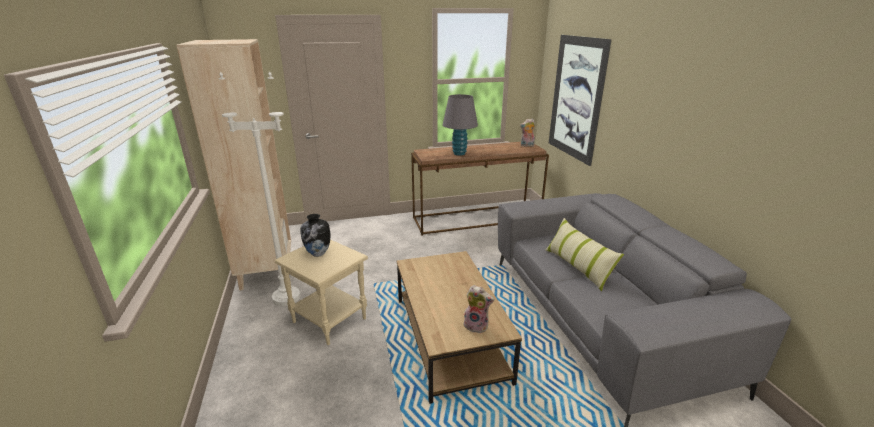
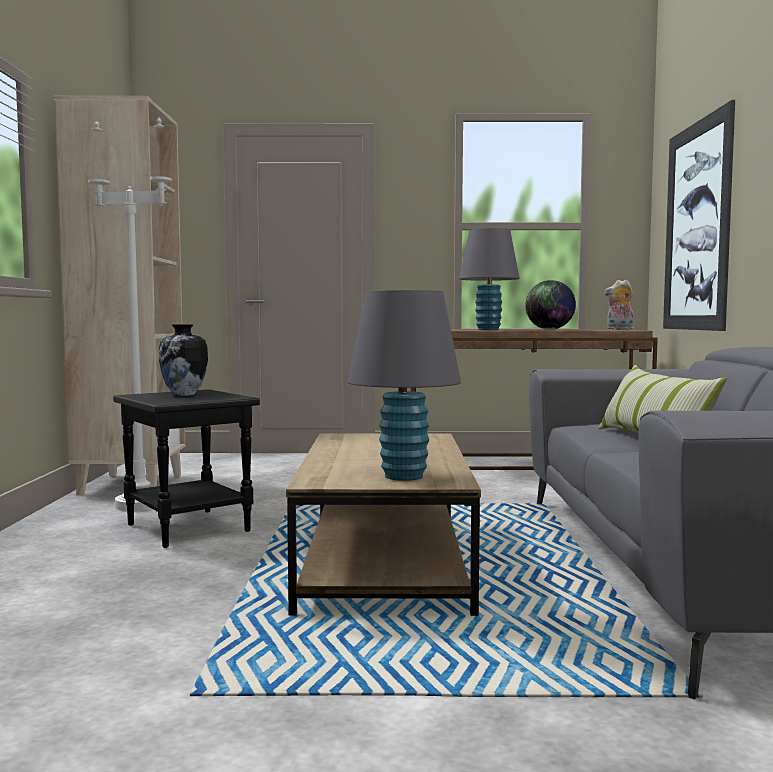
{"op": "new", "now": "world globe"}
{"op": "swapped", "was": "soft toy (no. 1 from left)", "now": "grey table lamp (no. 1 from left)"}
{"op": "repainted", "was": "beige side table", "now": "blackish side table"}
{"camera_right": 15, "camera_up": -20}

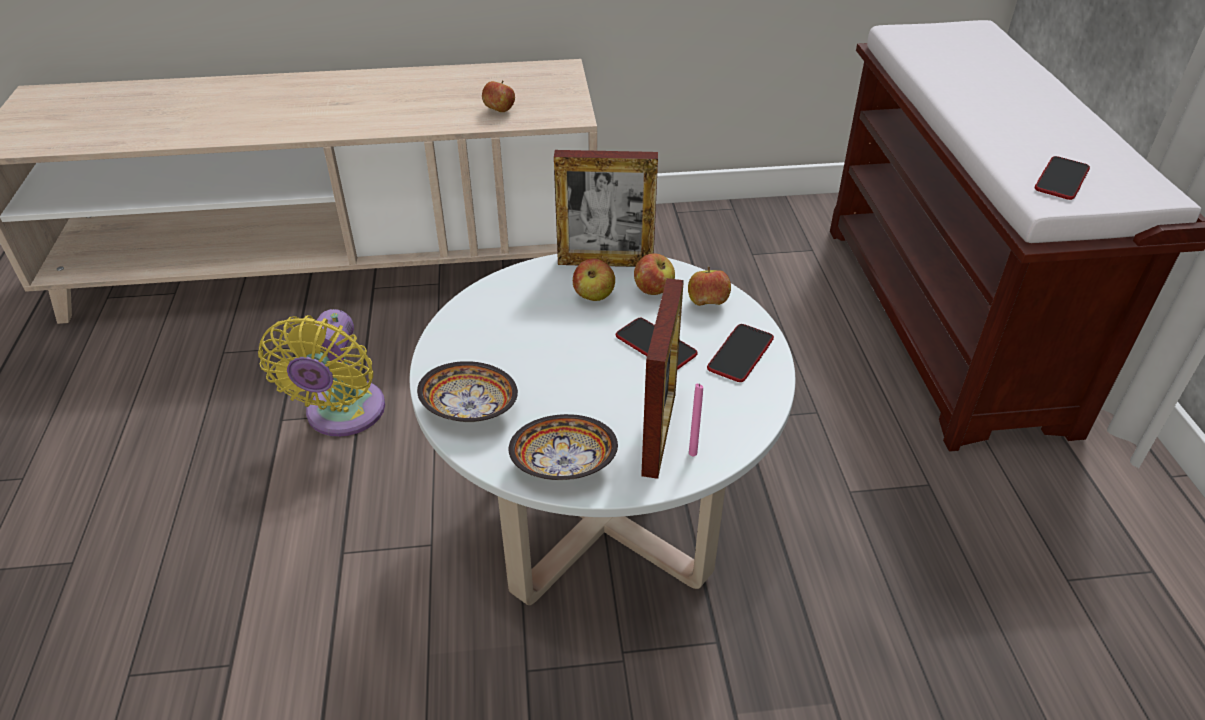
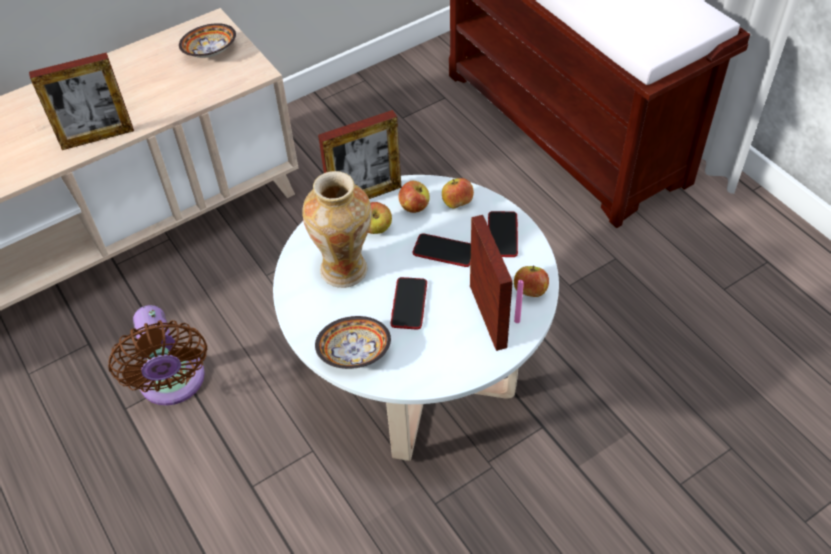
{"op": "new", "now": "picture frame (no. 1 from left)"}
{"op": "new", "now": "flower vase"}
{"op": "shifted", "was": "apple fruit (no. 1 from left in the first image)", "now": "apple fruit (no. 4 from left)"}
{"op": "shifted", "was": "serving bowl (no. 2 from left in the first image)", "now": "serving bowl (no. 1 from left)"}
{"op": "shifted", "was": "handset (no. 3 from left in the first image)", "now": "handset (no. 1 from left)"}
{"op": "repainted", "was": "yellow cooling fan", "now": "brown cooling fan"}
{"camera_right": -25, "camera_up": 10}

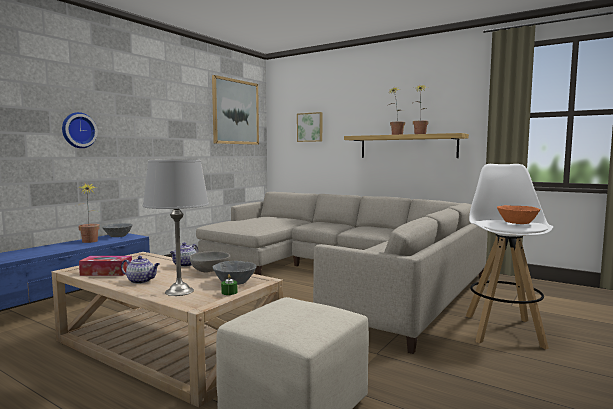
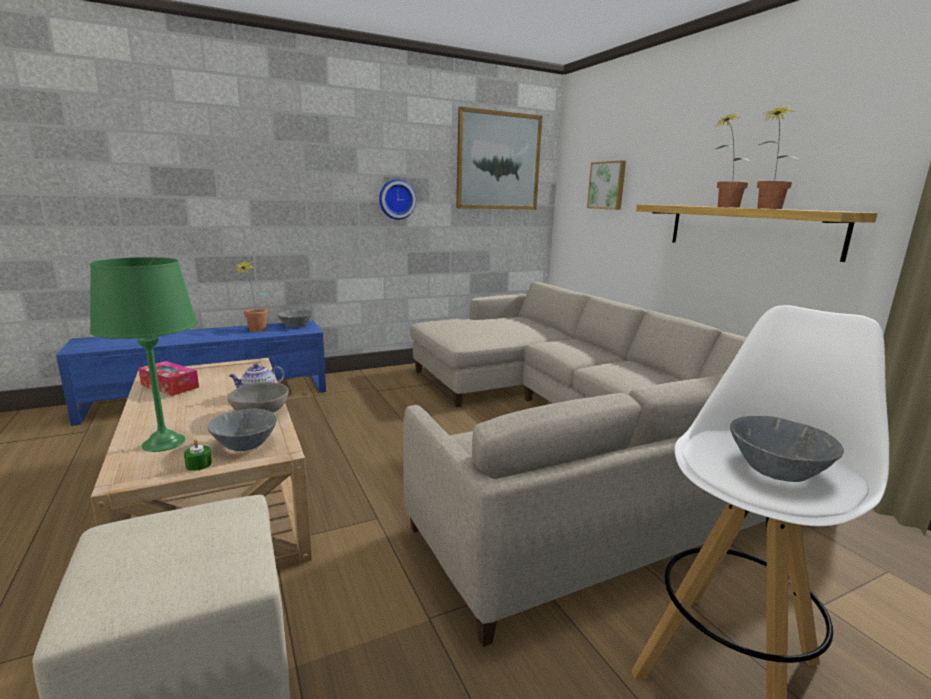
{"op": "gone", "was": "pot for tea (no. 1 from left)"}
{"op": "shifted", "was": "wall clock"}
{"op": "repainted", "was": "grey table lamp", "now": "green table lamp"}
{"op": "repainted", "was": "orange-coloured serving bowl", "now": "grey serving bowl (no. 4 from left)"}
{"camera_right": 30, "camera_up": 10}

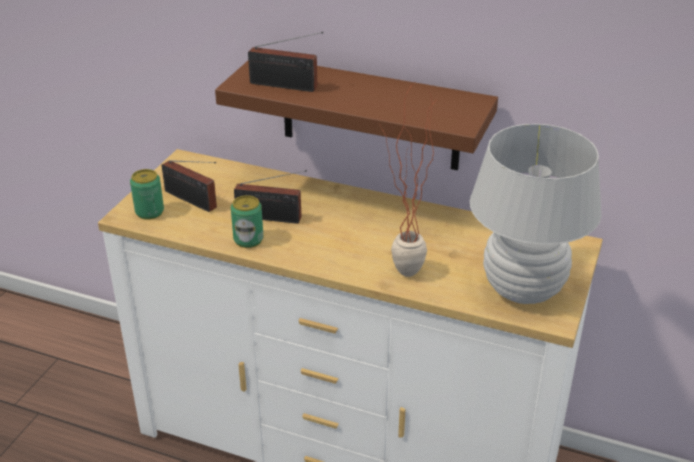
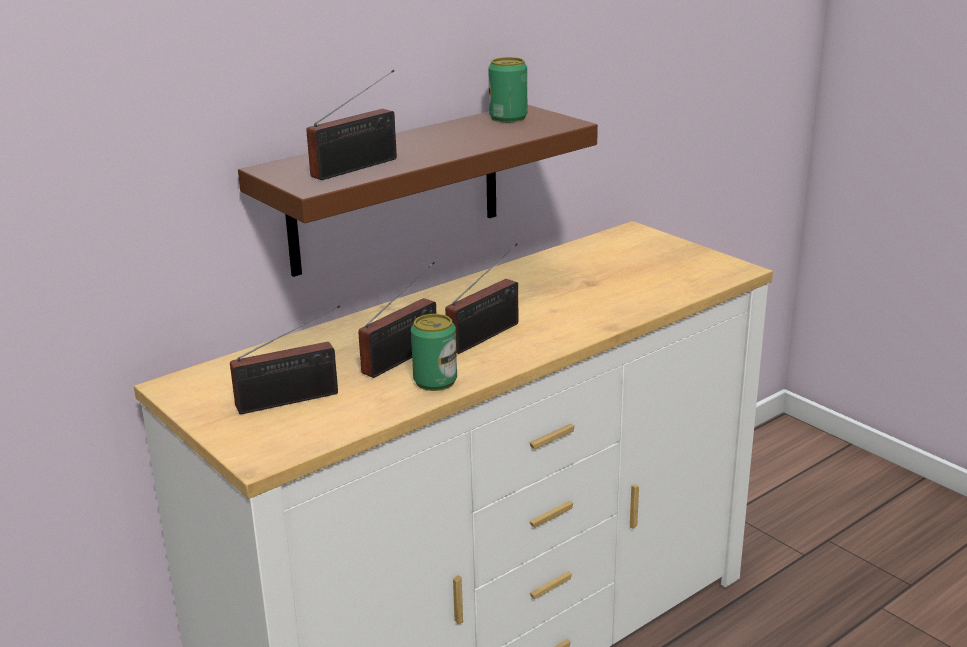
{"op": "gone", "was": "plant in a pot"}
{"op": "gone", "was": "white-coloured table lamp"}
{"op": "new", "now": "radio set (no. 4 from left)"}
{"op": "shifted", "was": "can (no. 1 from left in the first image)", "now": "can (no. 2 from left)"}
{"camera_right": -60, "camera_up": -10}

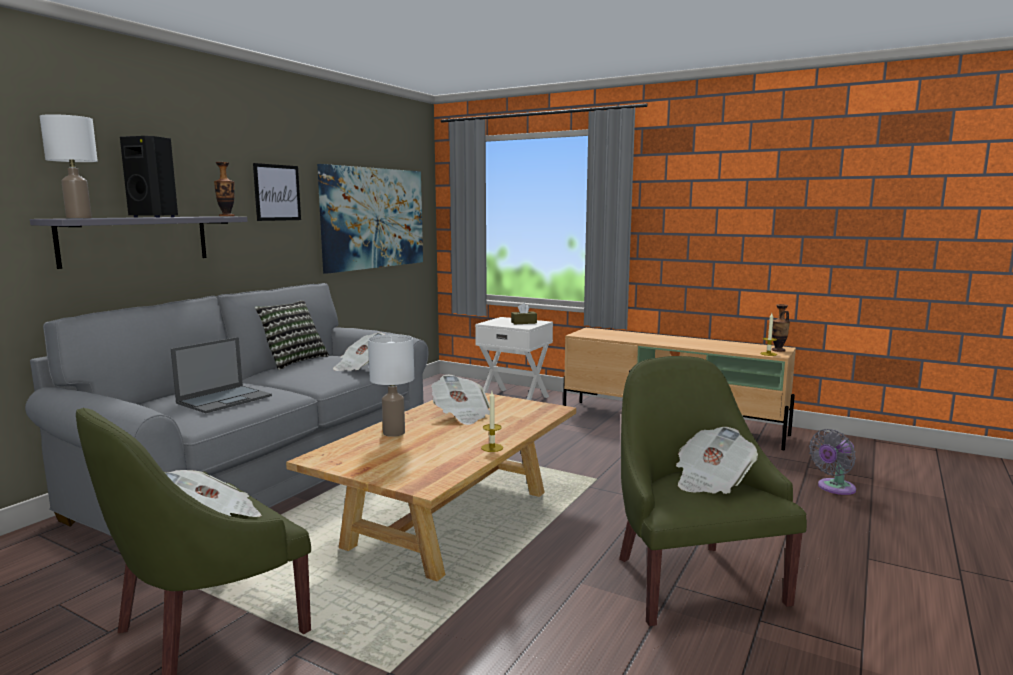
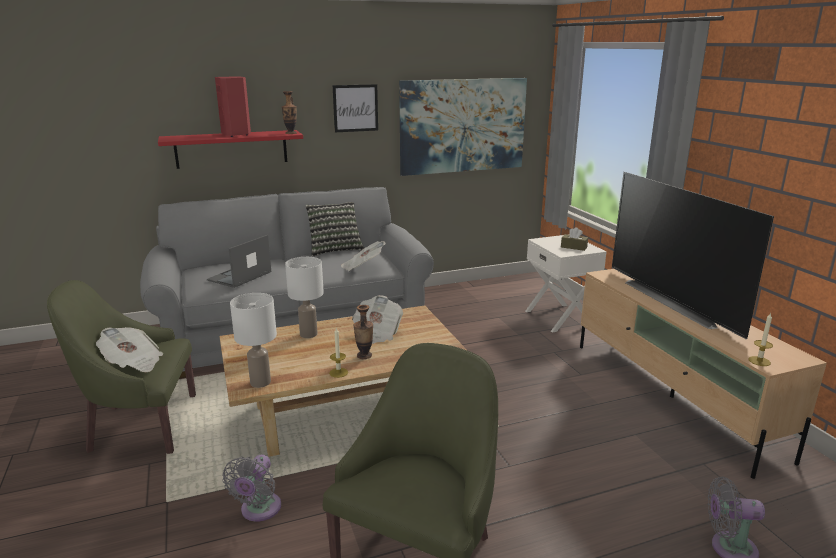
{"op": "gone", "was": "newspaper (no. 4 from left)"}
{"op": "new", "now": "grey cooling fan (no. 1 from left)"}
{"op": "new", "now": "TV set"}
{"op": "shifted", "was": "white-coloured table lamp (no. 1 from left)"}
{"op": "shifted", "was": "flower vase (no. 2 from left)"}
{"op": "repainted", "was": "grey bracket shelf", "now": "red-coloured bracket shelf"}
{"op": "repainted", "was": "blackish speaker", "now": "red-coloured speaker"}
{"op": "rotated", "was": "portable computer", "clockwise": 135}
{"camera_right": 40, "camera_up": 10}

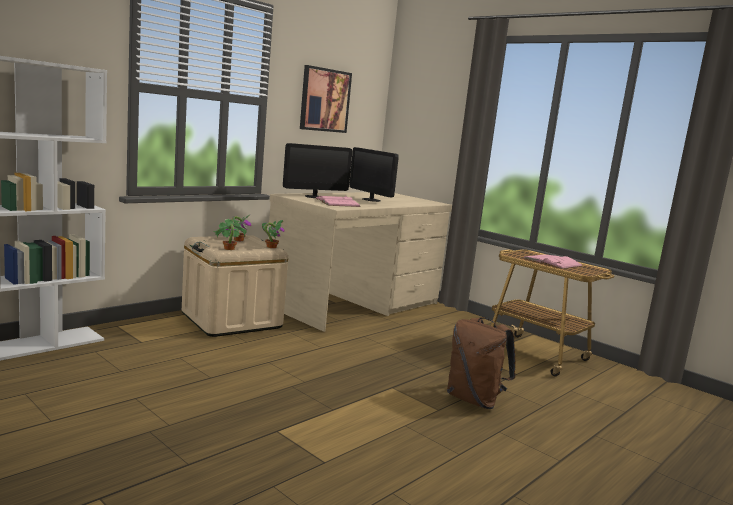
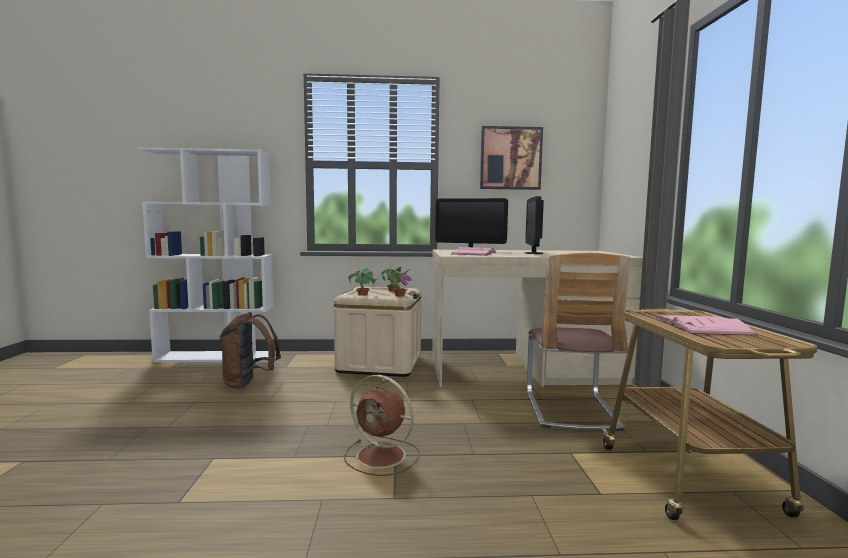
{"op": "new", "now": "brown cooling fan"}
{"op": "new", "now": "chair"}
{"op": "shifted", "was": "brown backpack"}
{"camera_right": 45, "camera_up": -5}

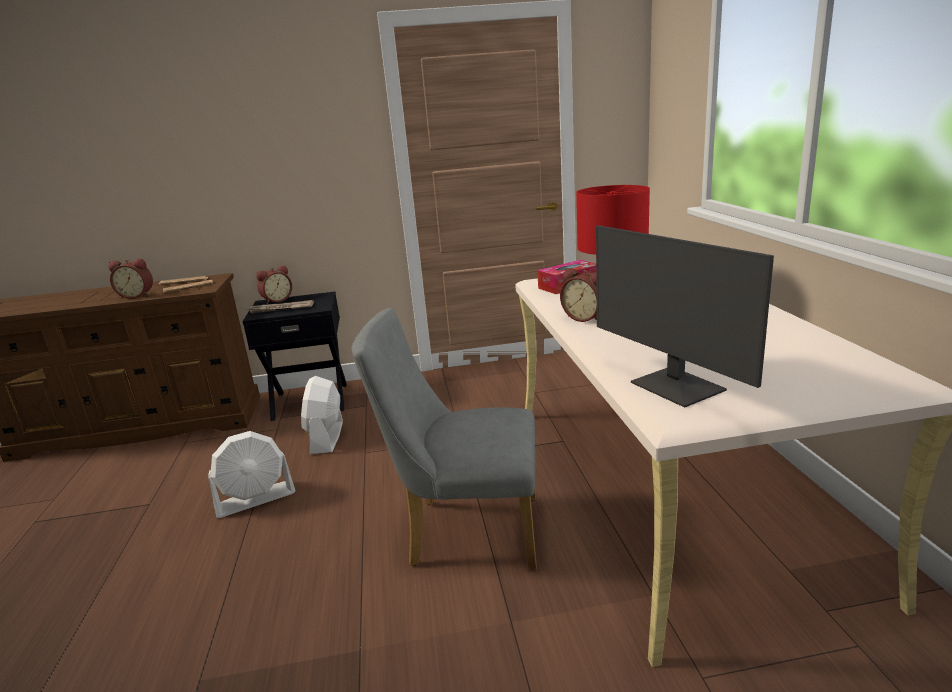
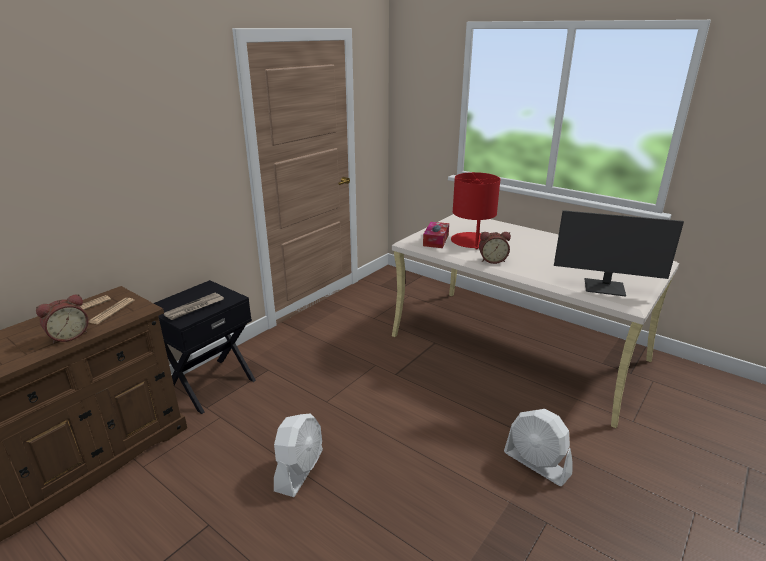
{"op": "gone", "was": "bedside clock (no. 2 from left)"}
{"op": "gone", "was": "grey chair"}
{"op": "shifted", "was": "white-coloured cooling fan (no. 2 from left)"}
{"camera_right": -45, "camera_up": 5}

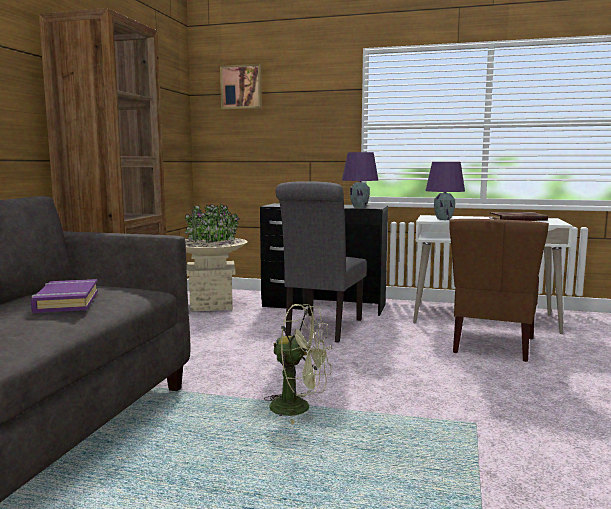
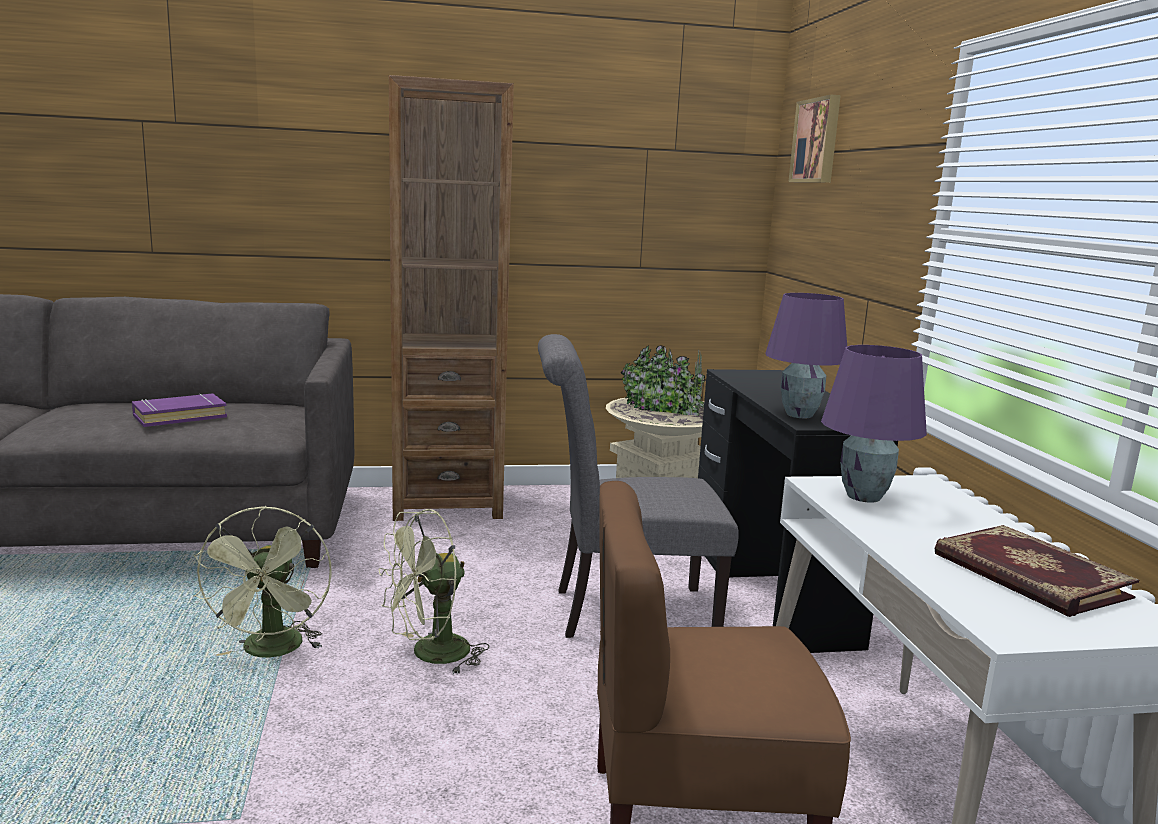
{"op": "new", "now": "green cooling fan (no. 2 from left)"}
{"camera_right": 65, "camera_up": 5}

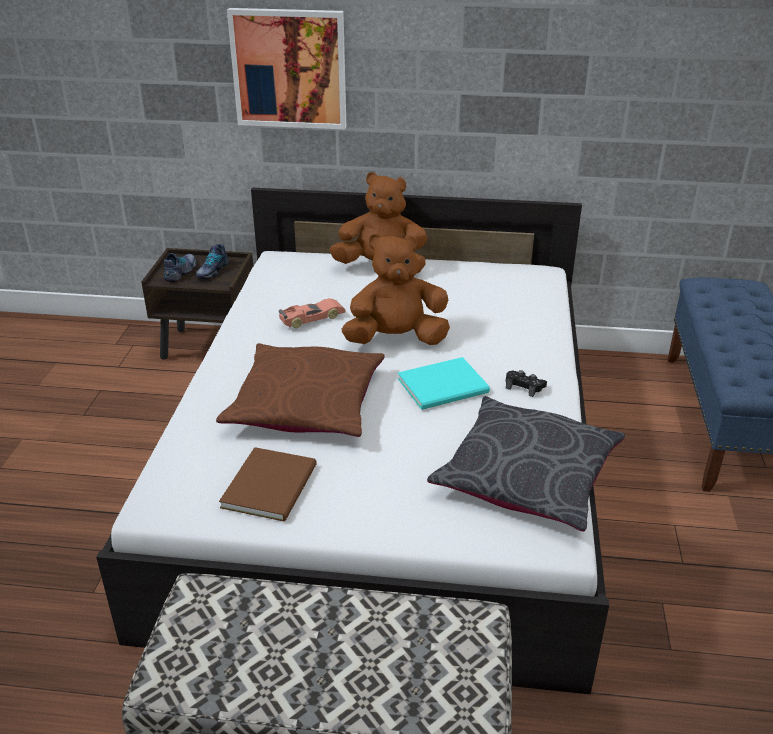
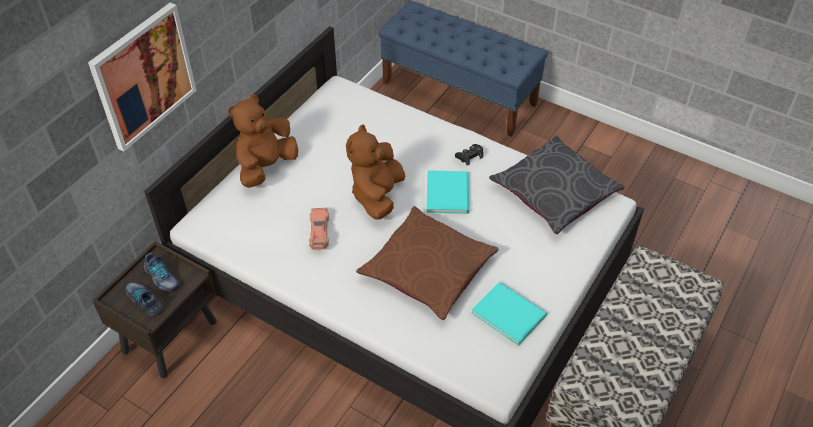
{"op": "repainted", "was": "brown volume", "now": "turquoise-coloured volume (no. 2 from left)"}
{"camera_right": -65, "camera_up": 15}

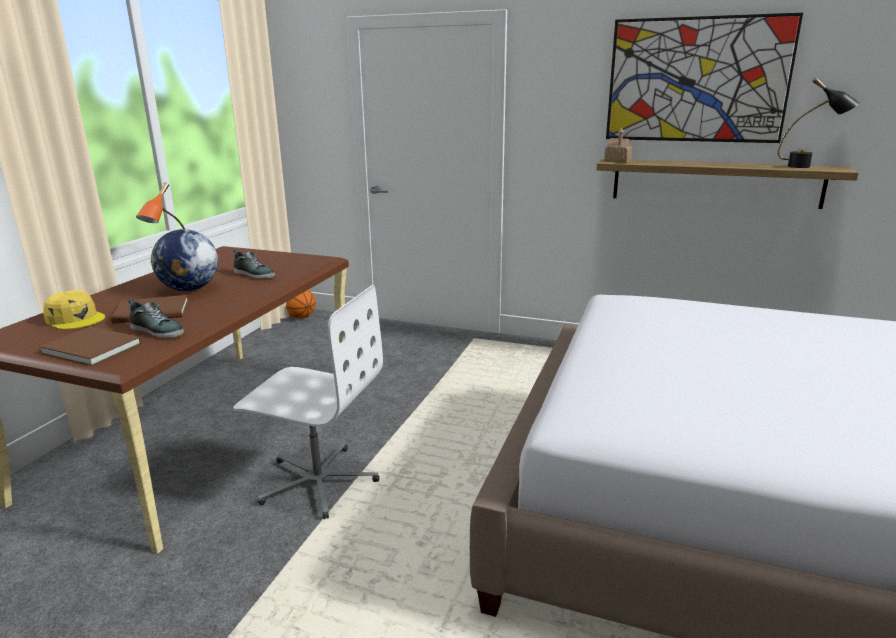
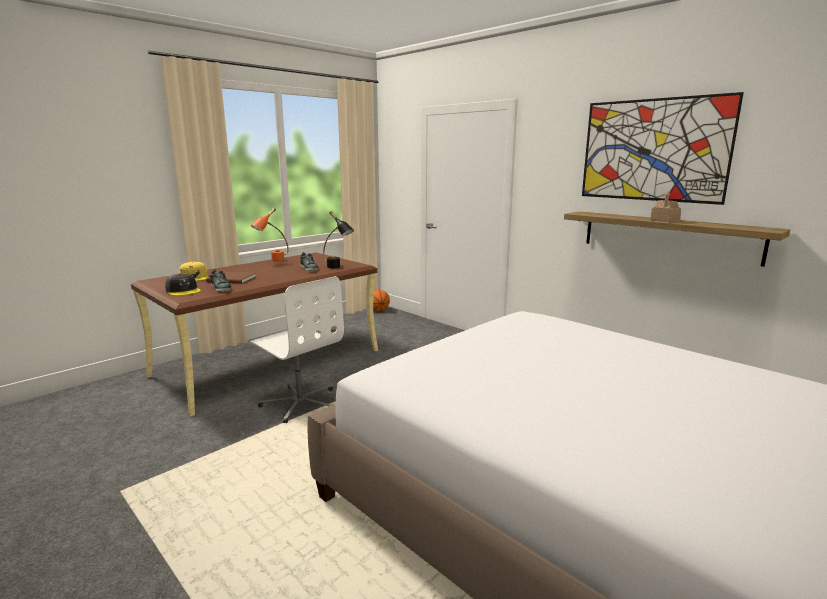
{"op": "gone", "was": "world globe"}
{"op": "shifted", "was": "model house"}
{"op": "shifted", "was": "blackish table lamp"}
{"op": "swapped", "was": "brown volume (no. 1 from left)", "now": "grey peaked cap"}
{"camera_right": 25, "camera_up": -5}

